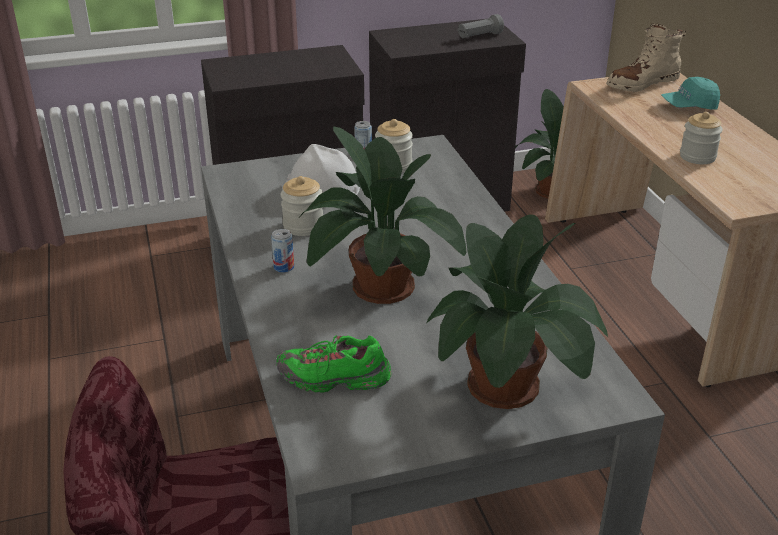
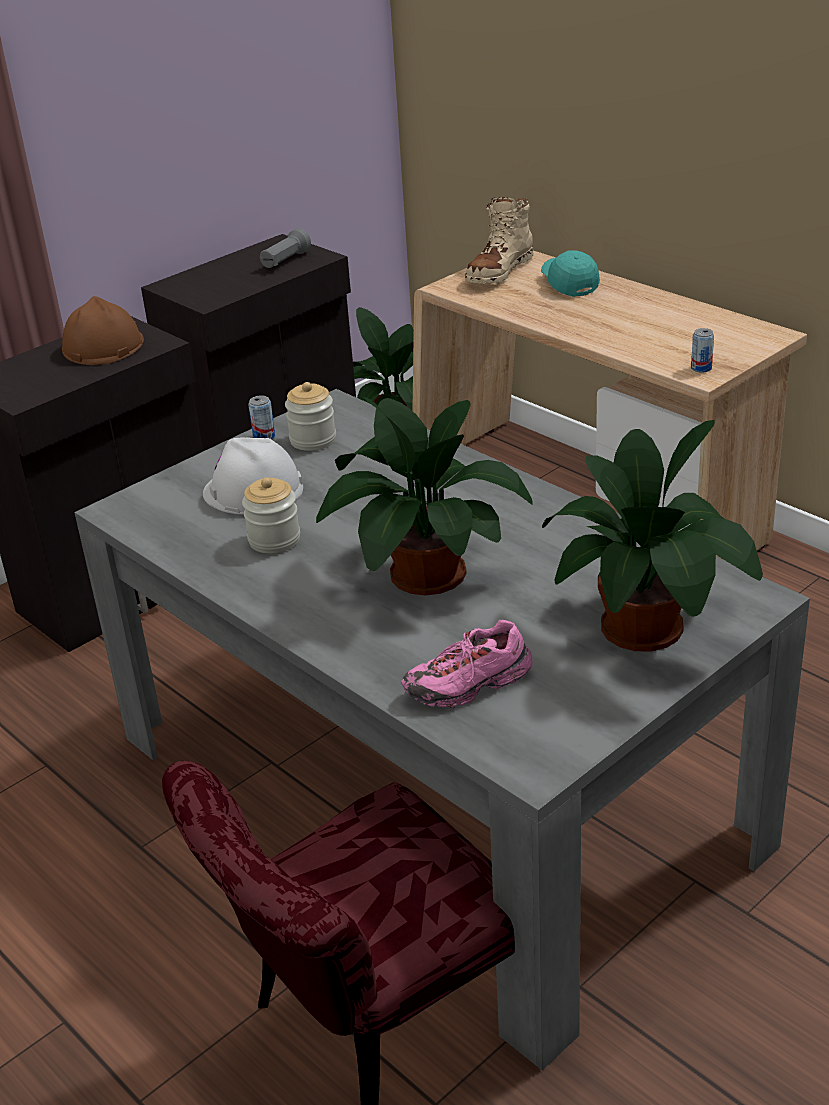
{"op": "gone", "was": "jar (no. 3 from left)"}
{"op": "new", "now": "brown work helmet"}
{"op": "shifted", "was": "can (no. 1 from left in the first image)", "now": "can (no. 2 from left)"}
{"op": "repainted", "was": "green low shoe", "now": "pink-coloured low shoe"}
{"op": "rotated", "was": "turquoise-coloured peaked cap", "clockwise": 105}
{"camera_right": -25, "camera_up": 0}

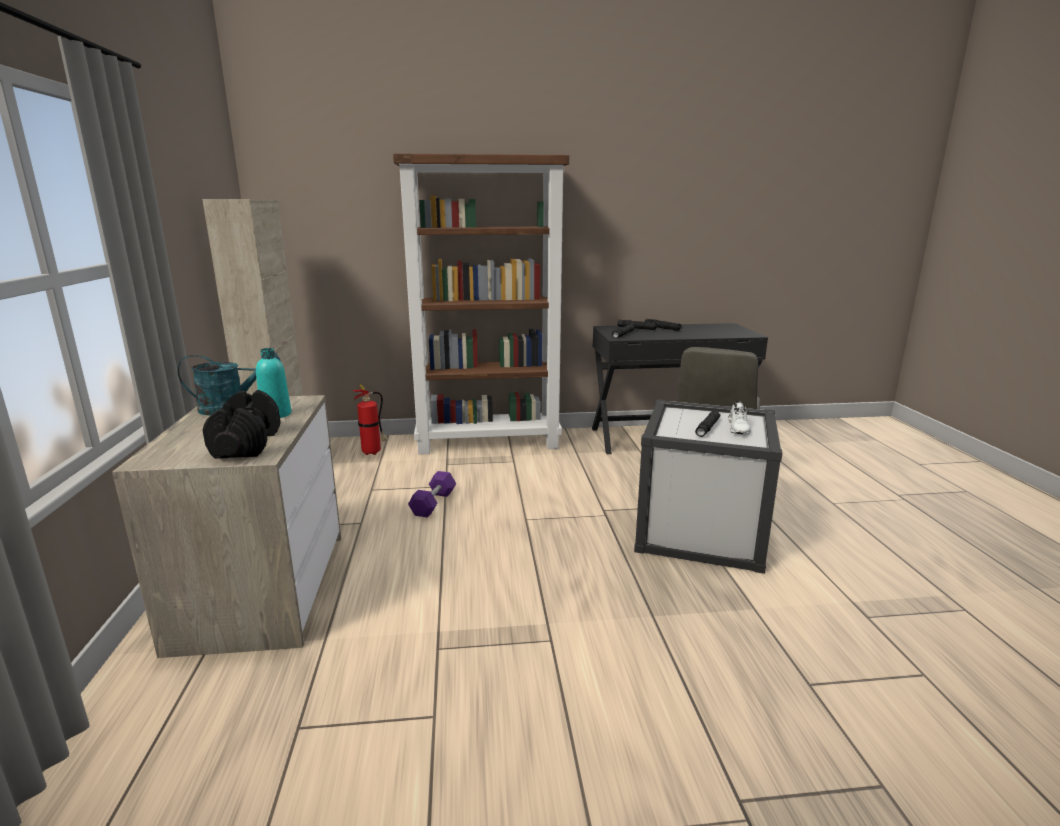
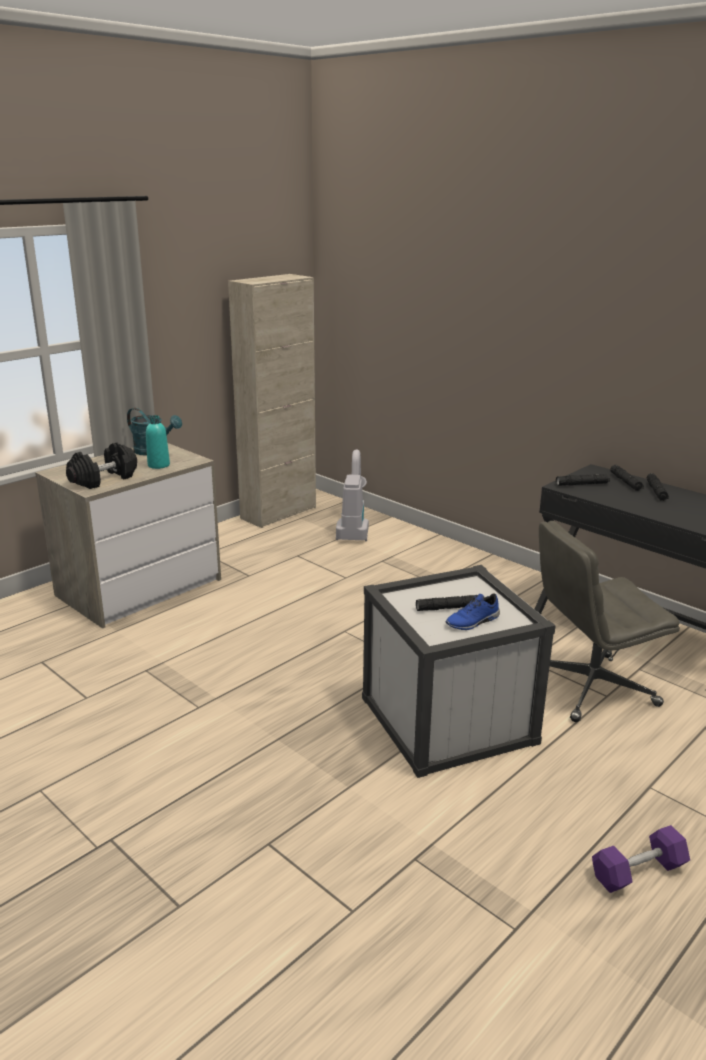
{"op": "gone", "was": "brown shelving unit"}
{"op": "shifted", "was": "purple free weight"}
{"op": "swapped", "was": "extinguisher", "now": "vacuum cleaner"}
{"op": "repainted", "was": "white-coloured low shoe", "now": "blue-coloured low shoe"}
{"camera_right": 50, "camera_up": 5}

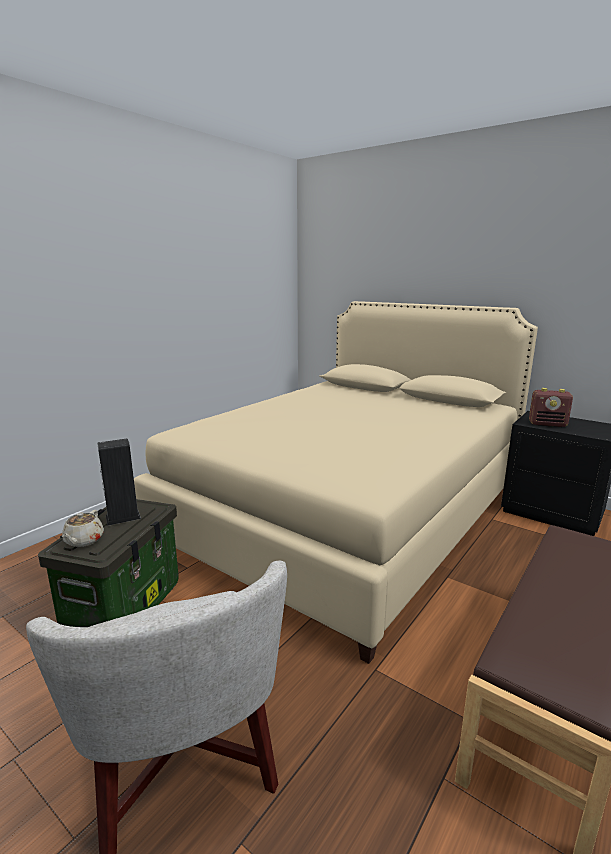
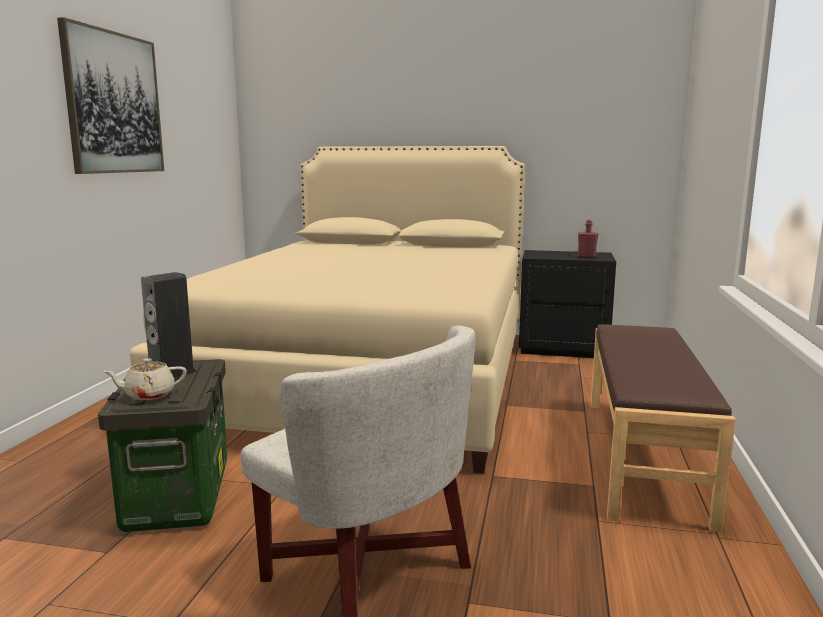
{"op": "gone", "was": "radio set"}
{"op": "new", "now": "picture"}
{"op": "new", "now": "red-coloured beverage bottle"}
{"op": "rotated", "was": "beige pot for tea", "clockwise": 90}
{"camera_right": -25, "camera_up": -5}

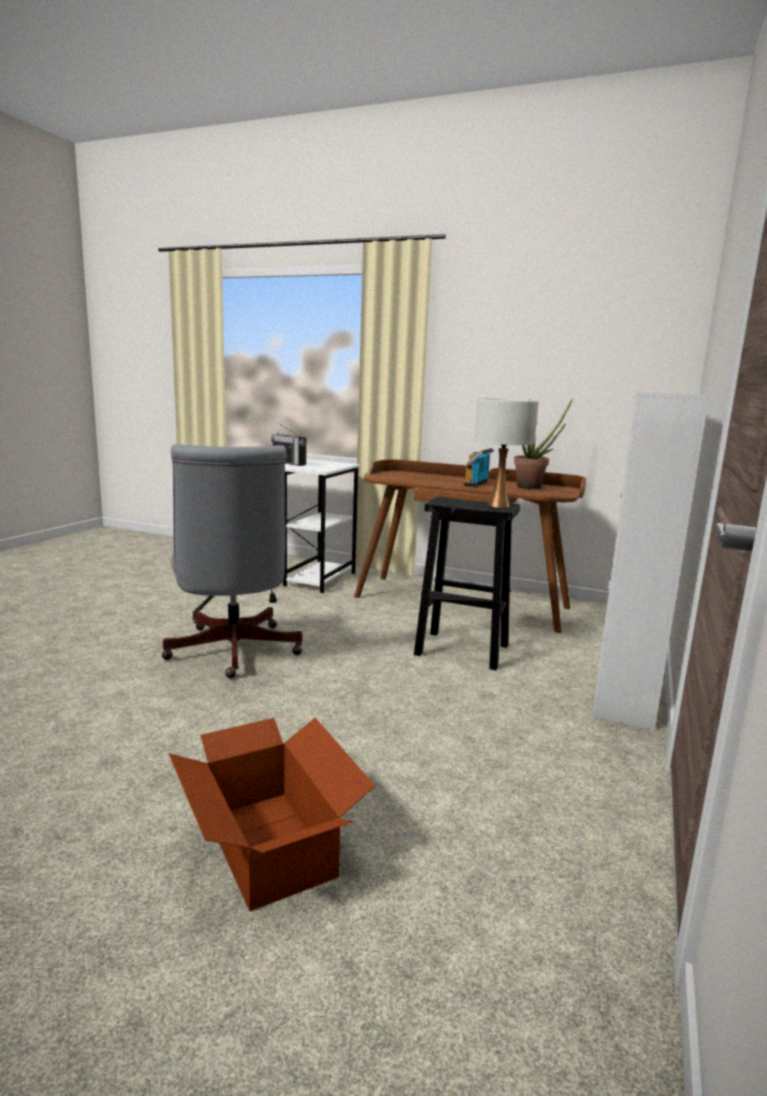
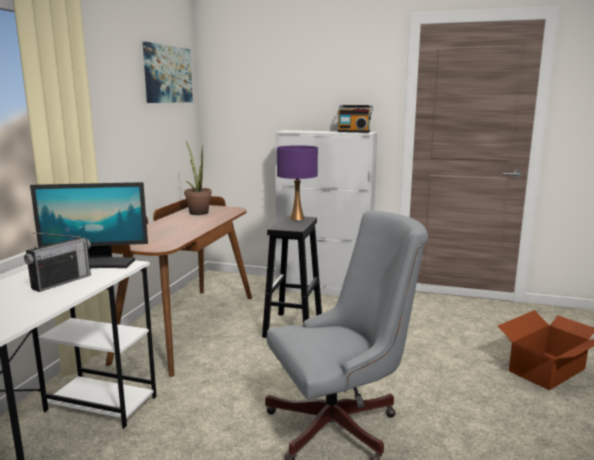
{"op": "new", "now": "computer display"}
{"op": "new", "now": "picture"}
{"op": "shifted", "was": "radio set (no. 2 from left)"}
{"op": "repainted", "was": "white-coloured table lamp", "now": "purple table lamp"}
{"camera_right": -95, "camera_up": 0}

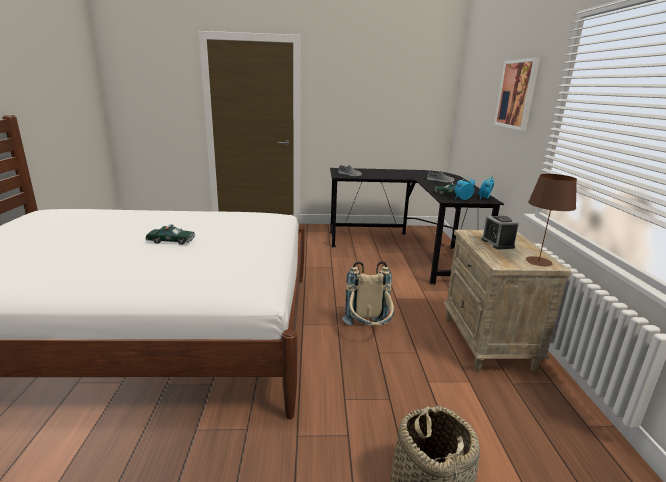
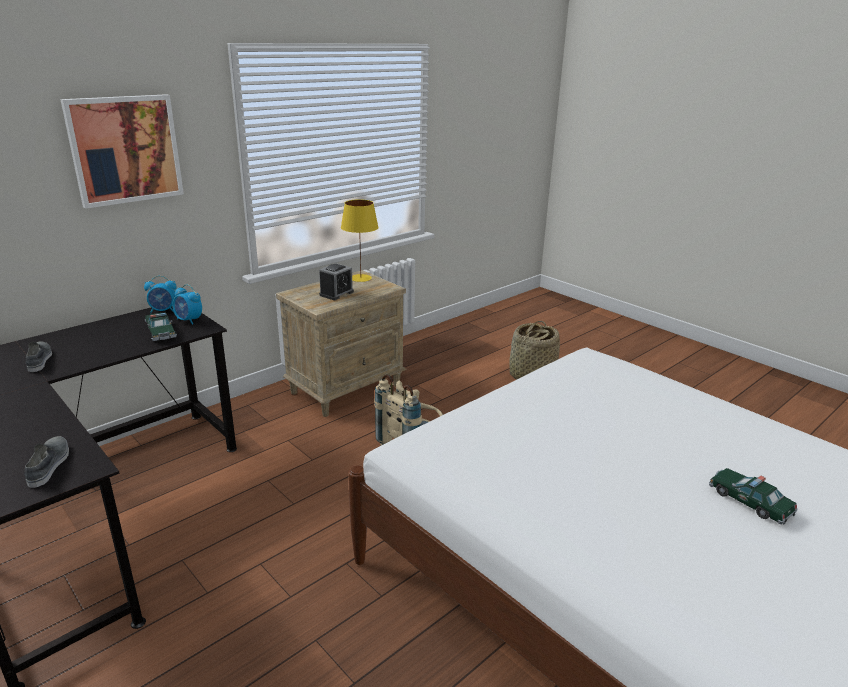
{"op": "shifted", "was": "toy car (no. 1 from left in the first image)", "now": "toy car (no. 2 from left)"}
{"op": "repainted", "was": "brown table lamp", "now": "yellow table lamp"}
{"camera_right": -130, "camera_up": 5}

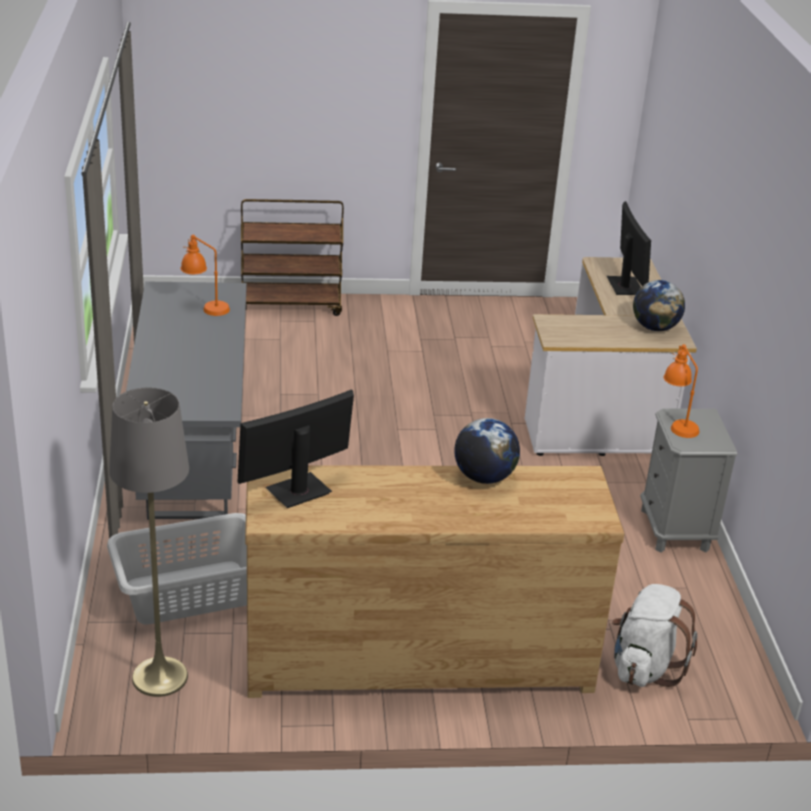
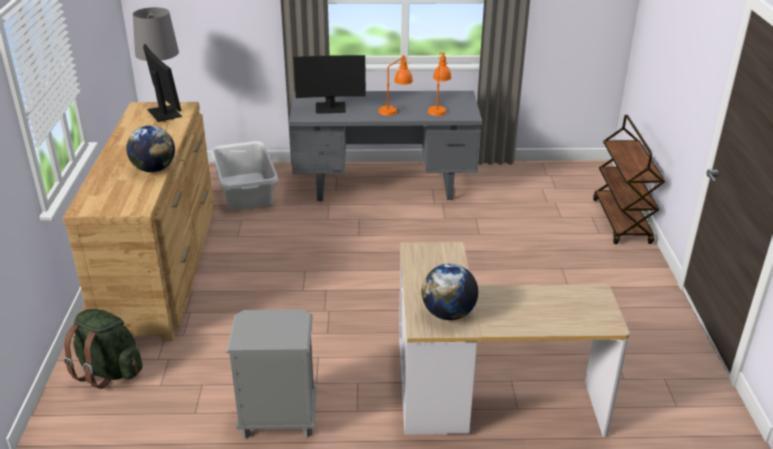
{"op": "shifted", "was": "computer display (no. 2 from left)"}
{"op": "shifted", "was": "orange-coloured table lamp (no. 2 from left in the first image)", "now": "orange-coloured table lamp (no. 1 from left)"}
{"op": "repainted", "was": "white-coloured backpack", "now": "green backpack"}
{"camera_right": 95, "camera_up": 0}

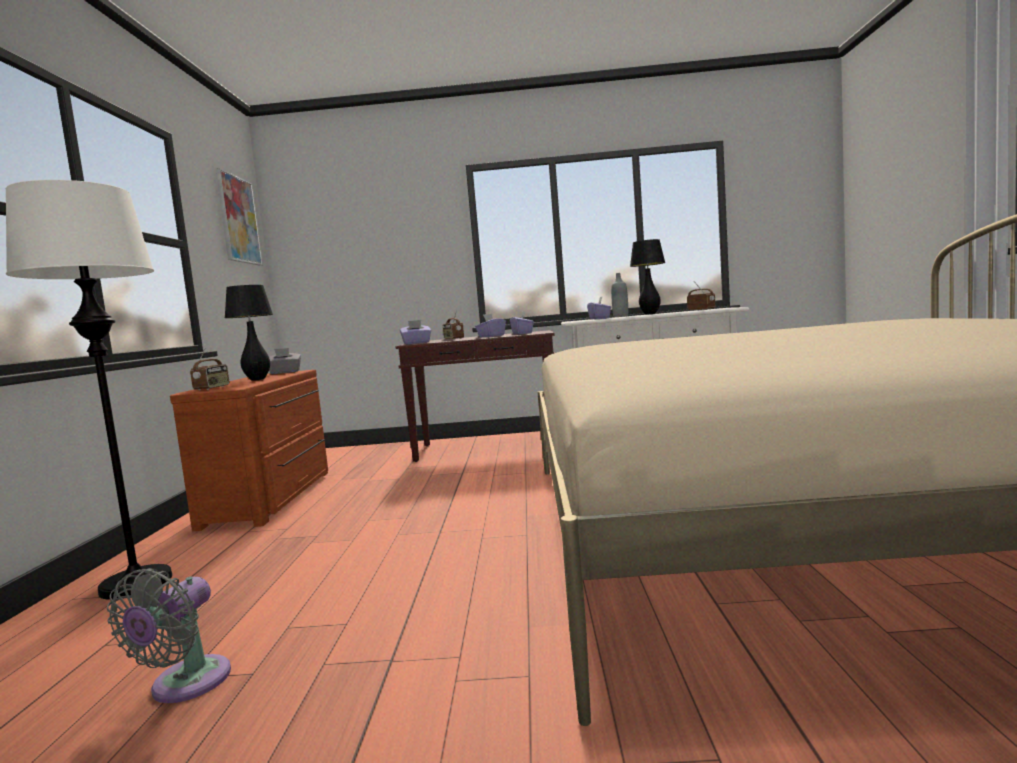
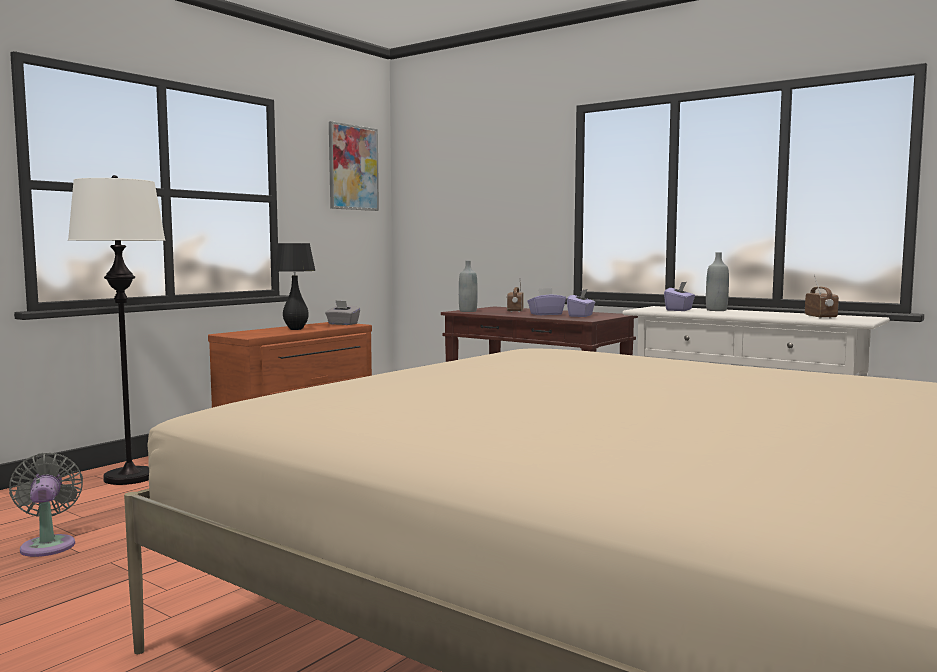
{"op": "gone", "was": "radio set (no. 1 from left)"}
{"op": "gone", "was": "blackish table lamp (no. 2 from left)"}
{"op": "swapped", "was": "purple tissue box (no. 1 from left)", "now": "grey beverage bottle (no. 1 from left)"}
{"op": "rotated", "was": "grey cooling fan", "clockwise": 105}
{"camera_right": 35, "camera_up": 0}

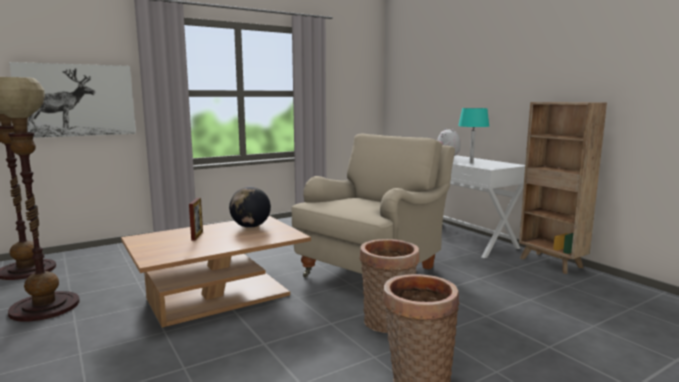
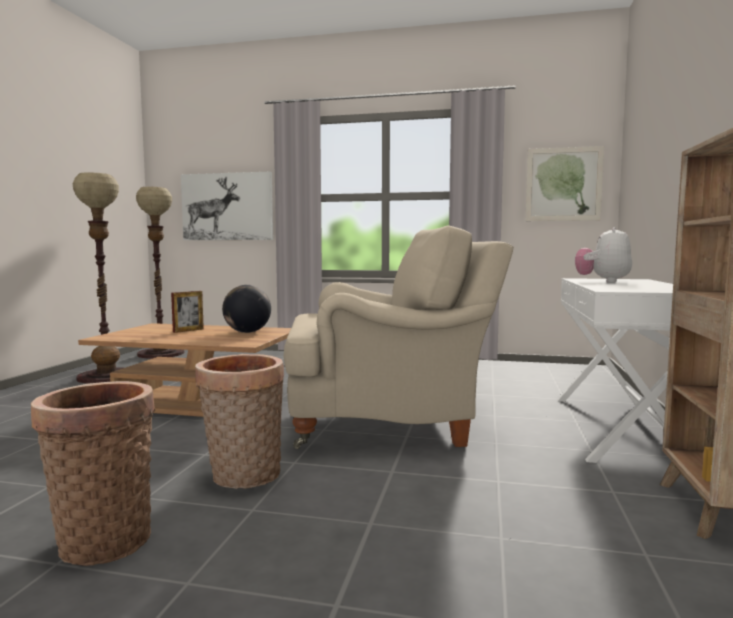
{"op": "gone", "was": "turquoise-coloured table lamp"}
{"op": "new", "now": "picture (no. 2 from left)"}
{"camera_right": 45, "camera_up": -5}

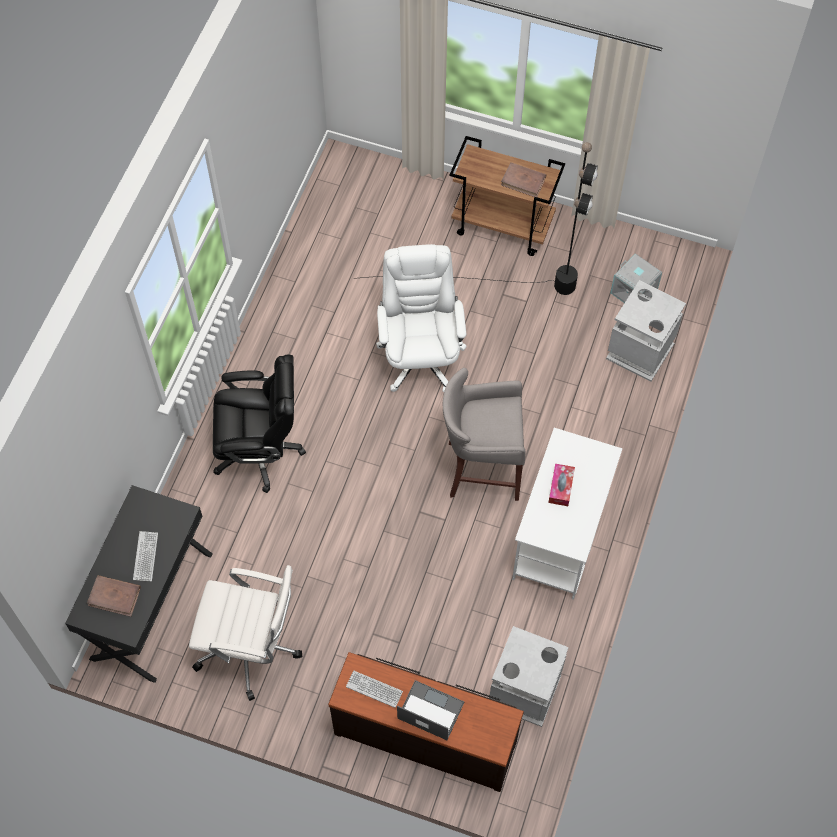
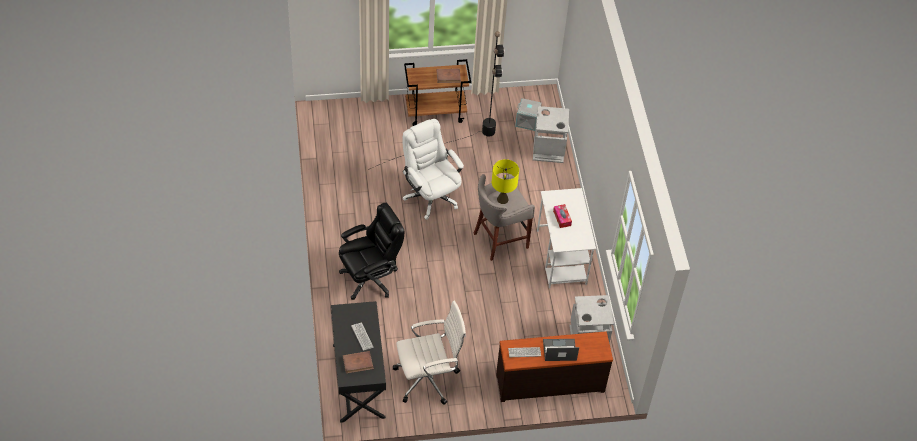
{"op": "new", "now": "yellow table lamp"}
{"camera_right": -30, "camera_up": -10}

